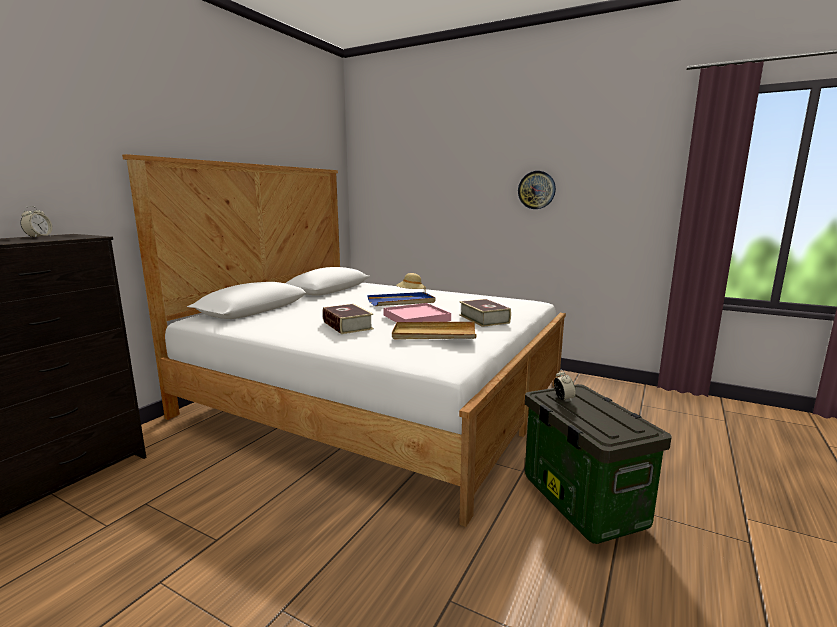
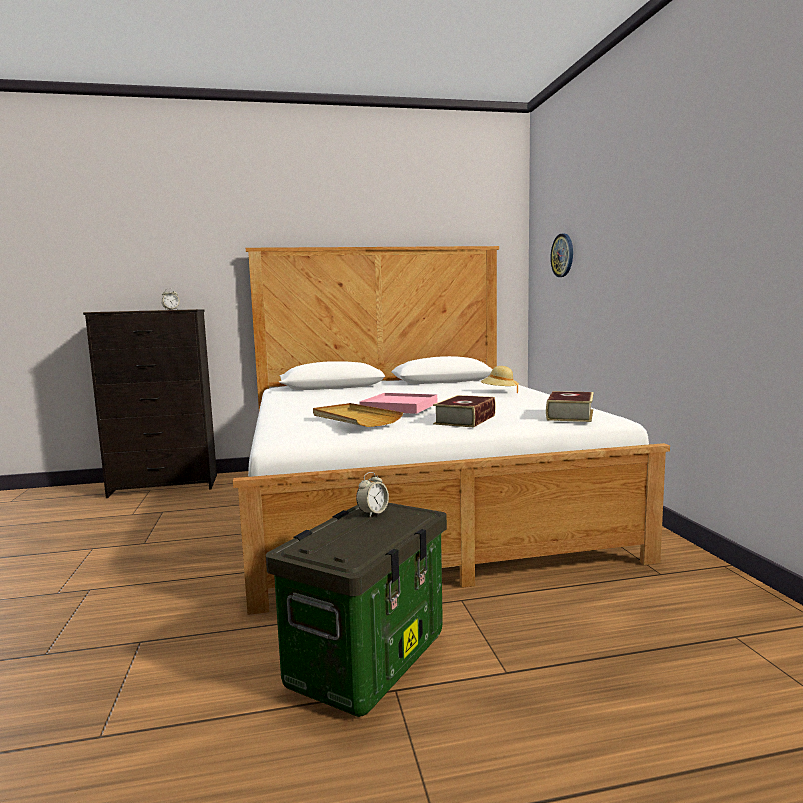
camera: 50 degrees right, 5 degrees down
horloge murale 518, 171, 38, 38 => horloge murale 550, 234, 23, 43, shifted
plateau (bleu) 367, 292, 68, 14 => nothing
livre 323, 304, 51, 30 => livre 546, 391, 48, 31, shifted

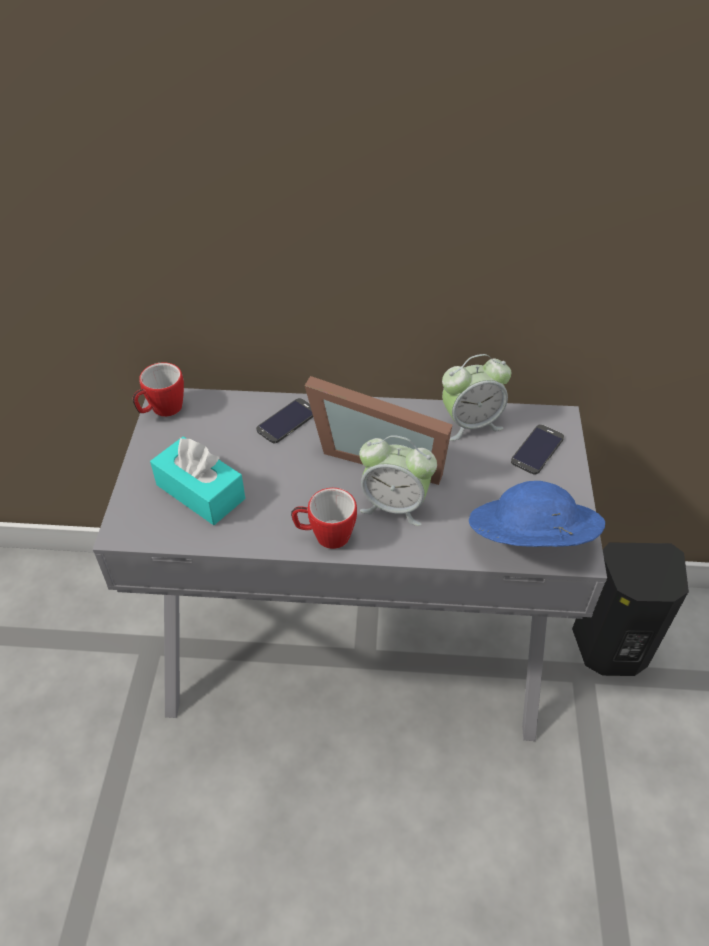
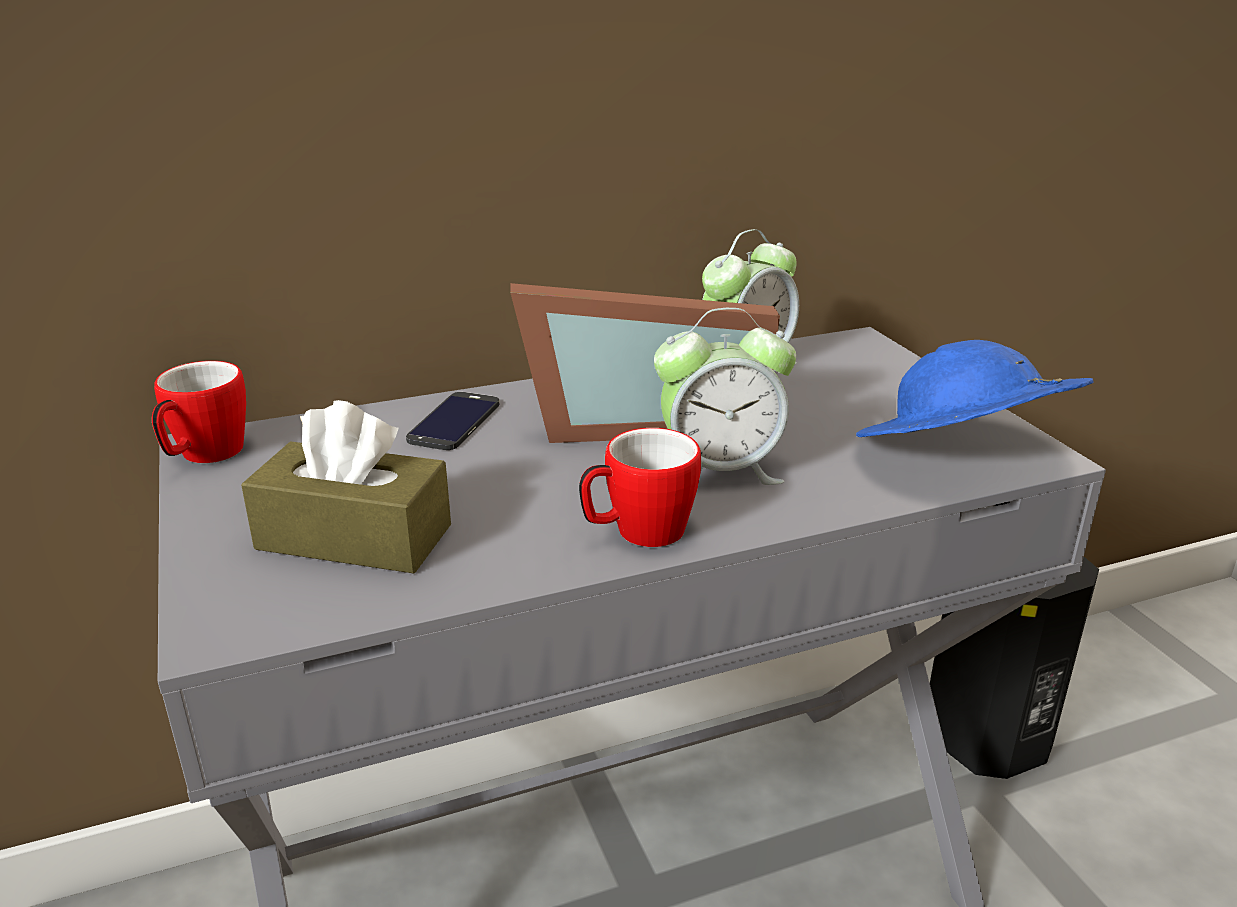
camera: 25 degrees left, 20 degrees down
téléphone 511, 424, 53, 51 => nothing
boîte à mouchoirs (turquoise) 150, 437, 95, 88 => boîte à mouchoirs (marron) 241, 400, 210, 174

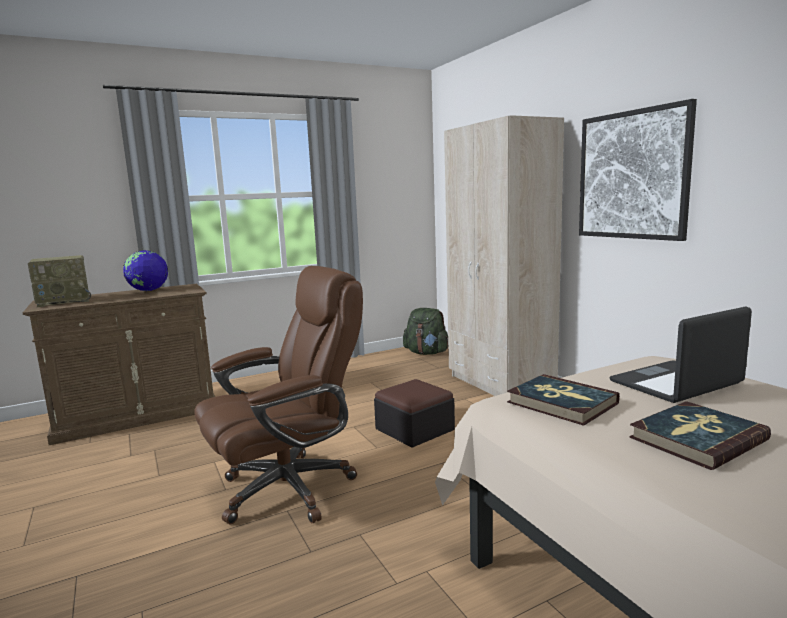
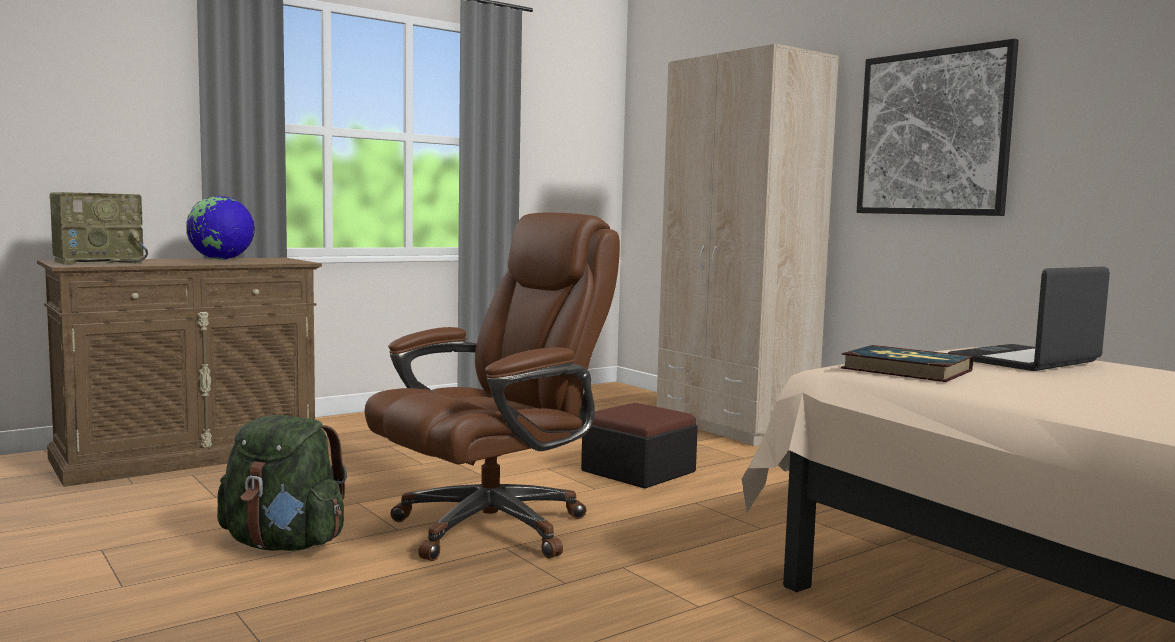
camera: 10 degrees left, 5 degrees down
sac à dos (vert) 403, 308, 45, 47 => sac à dos (vert) 217, 415, 130, 136, shifted
livre 630, 401, 141, 69 => nothing

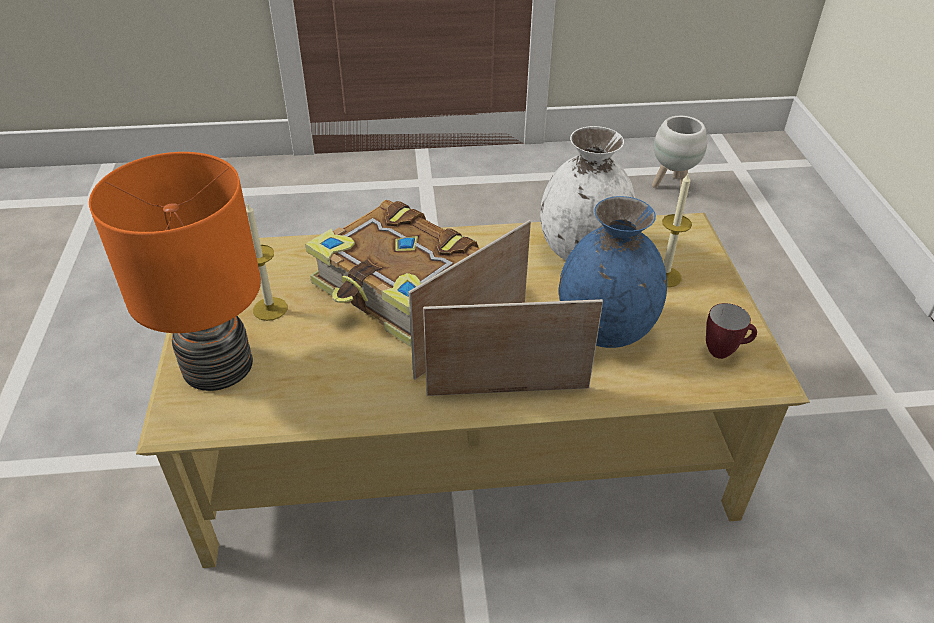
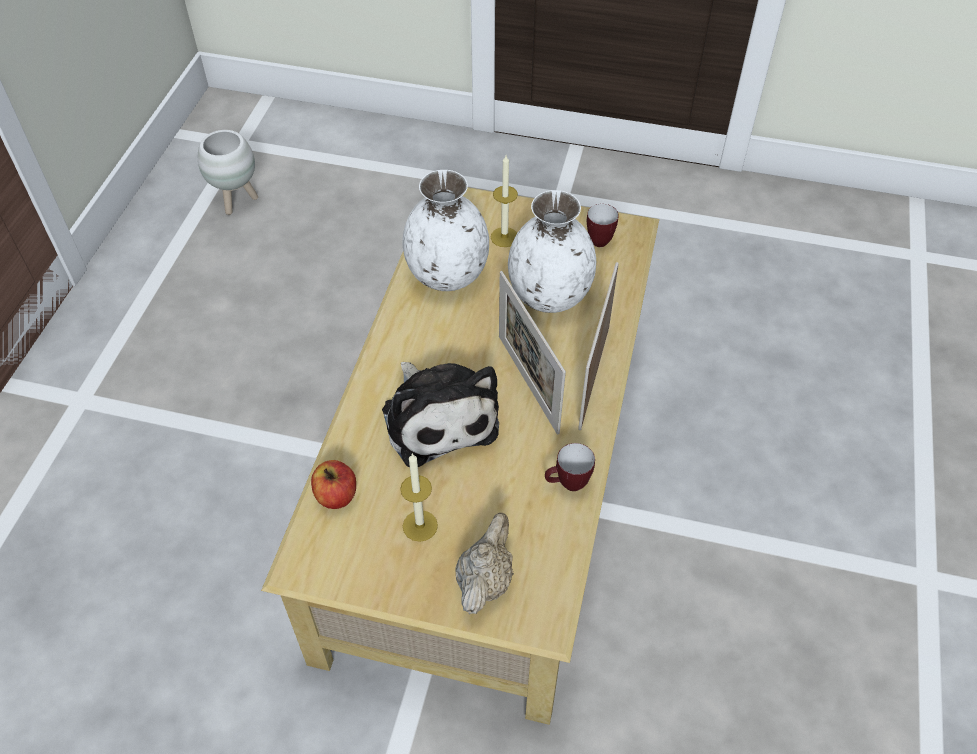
camera: 70 degrees left, 10 degrees up
lampe de table (orange) 89, 152, 172, 239 => théière (beige) 455, 513, 59, 101
vase (bleu) 559, 196, 108, 152 => vase (blanc) 508, 190, 88, 123
livre 305, 200, 174, 147 => peluche 382, 362, 117, 105
nothing => mug 545, 443, 50, 48
nothing => pomme 311, 460, 45, 49

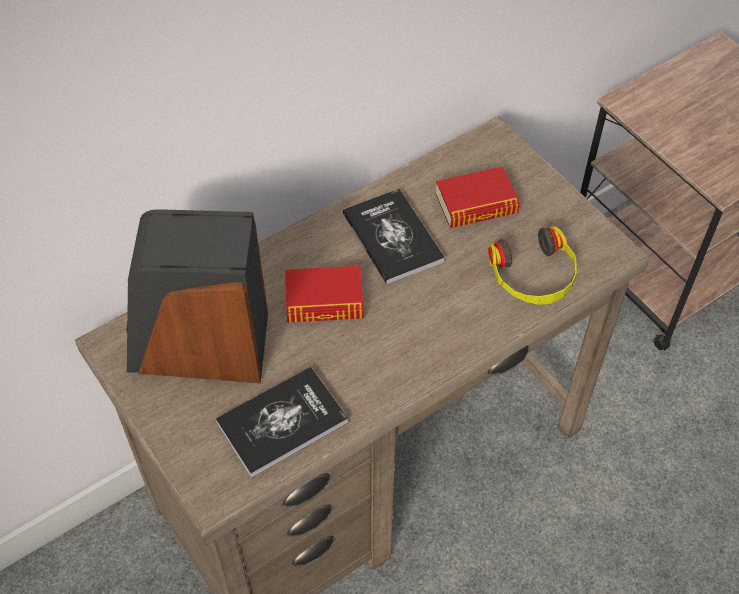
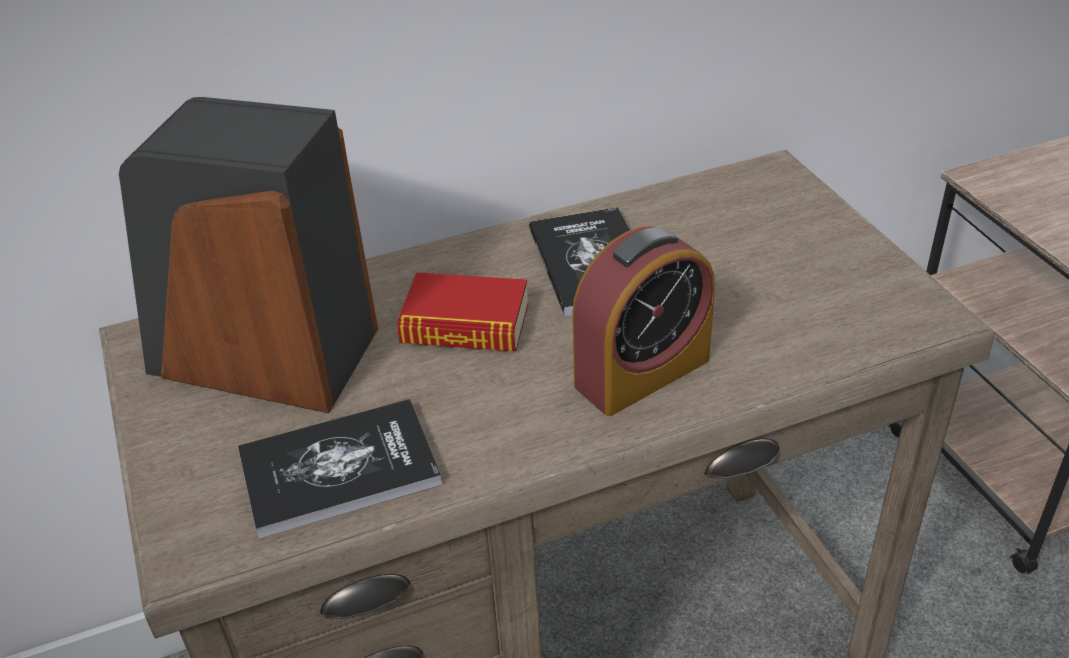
camera: 15 degrees right, 15 degrees down
livre 435, 166, 85, 62 => nothing
casque audio 488, 226, 89, 79 => nothing
nothing => réveil 572, 226, 143, 190

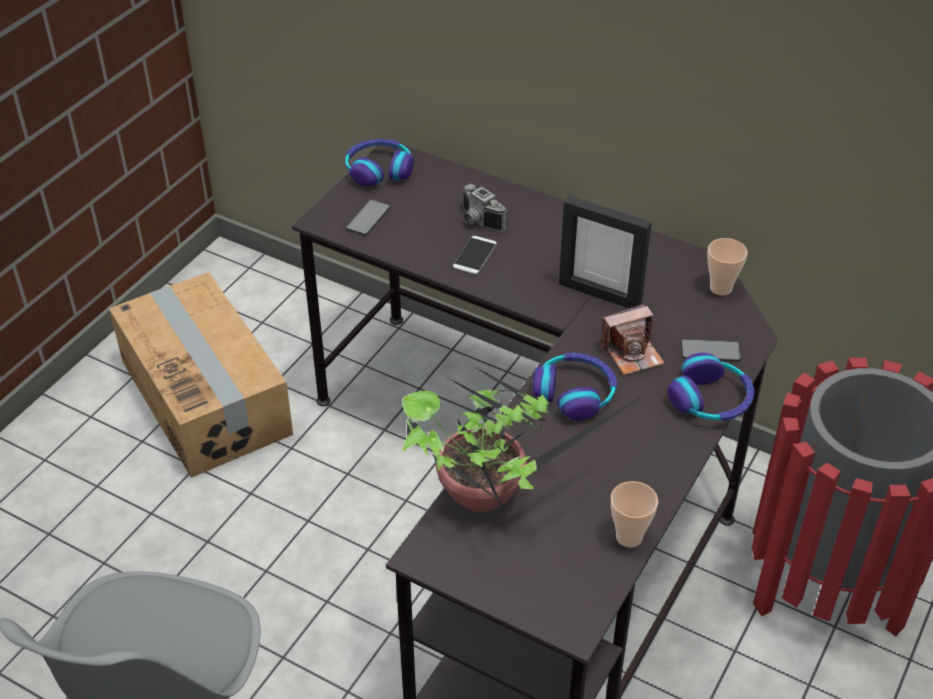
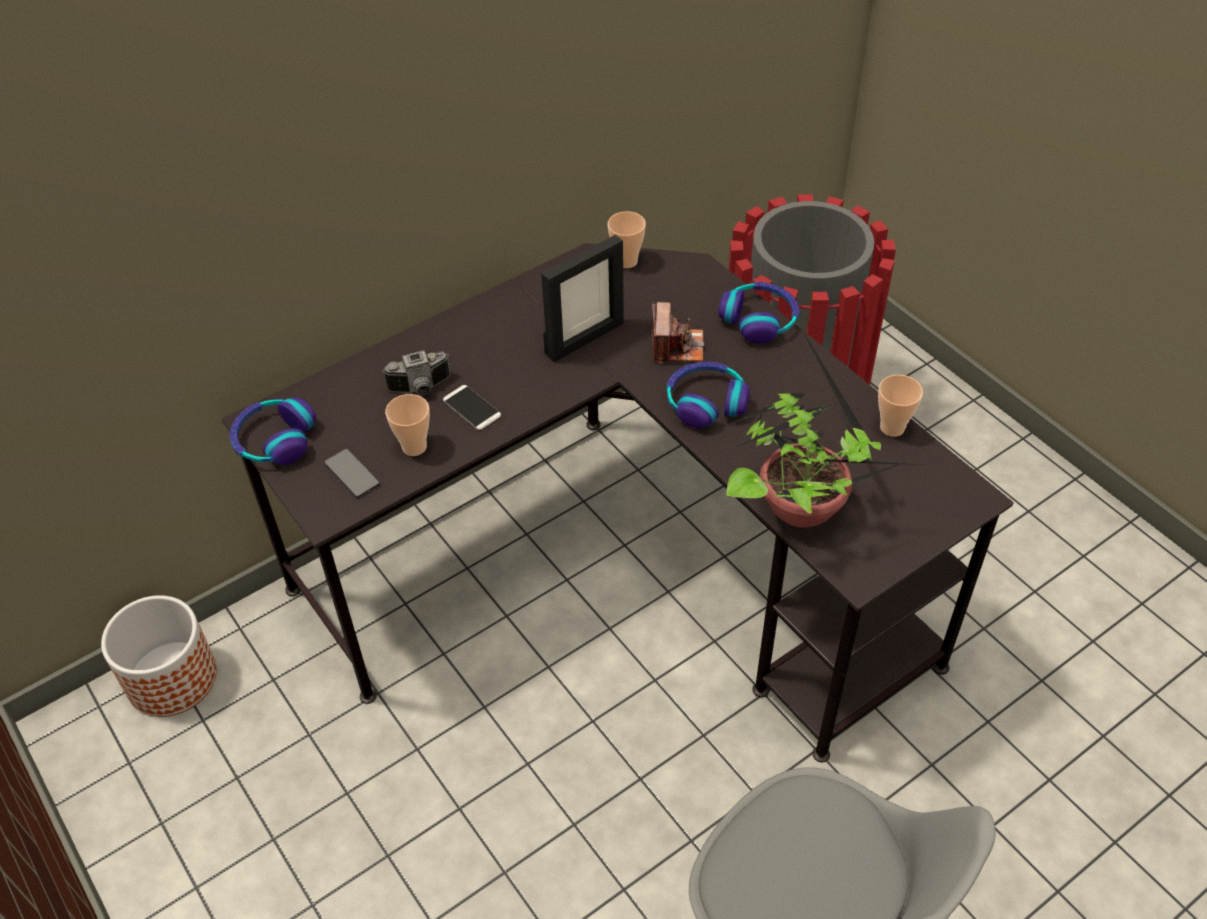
camera: 65 degrees left, 5 degrees up
carton 109, 272, 184, 206 => nothing
téléphone 681, 339, 60, 23 => nothing
nothing => tasse 385, 394, 45, 62
nothing => cache-pot 101, 595, 116, 122

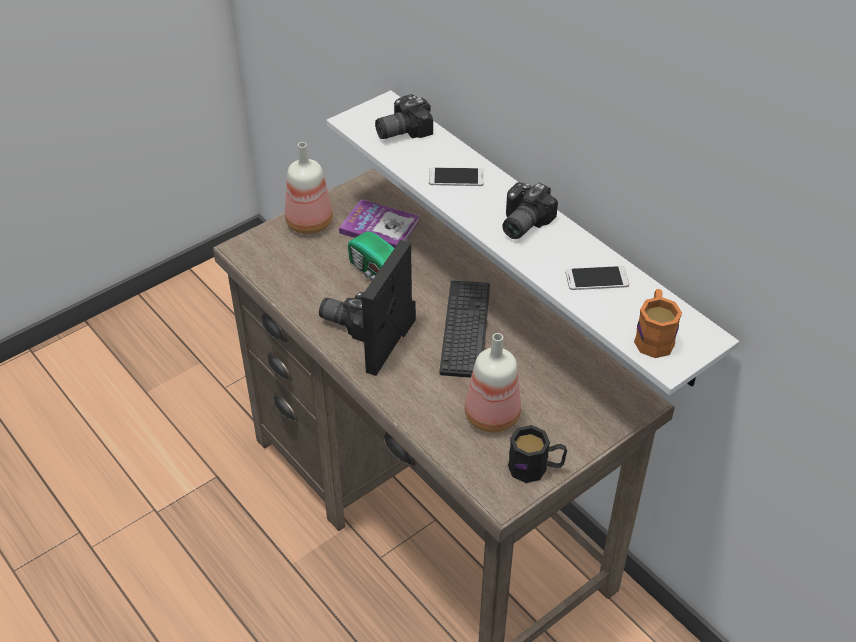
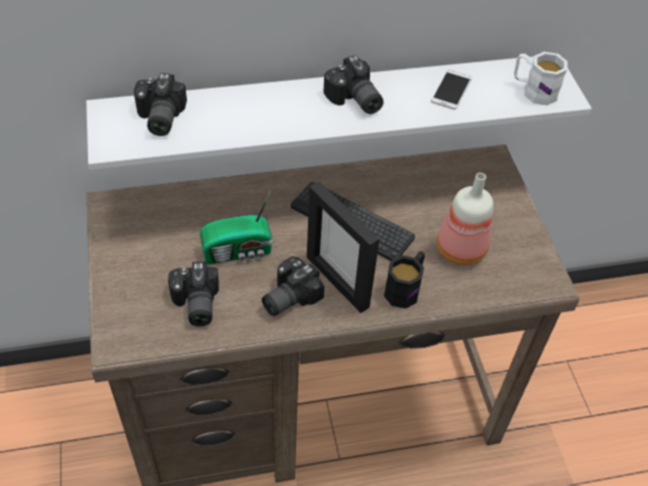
camera: 65 degrees left, 5 degrees up
bouteille 285, 142, 48, 92 => nothing
téléphone 429, 167, 55, 19 => nothing
livre 339, 199, 81, 49 => nothing
mug (orange) 634, 289, 48, 69 => mug (blanc) 514, 52, 54, 53
mug (noir) 508, 425, 59, 58 => mug (noir) 384, 251, 41, 58, shifted
nothing => appareil photo 168, 261, 51, 66

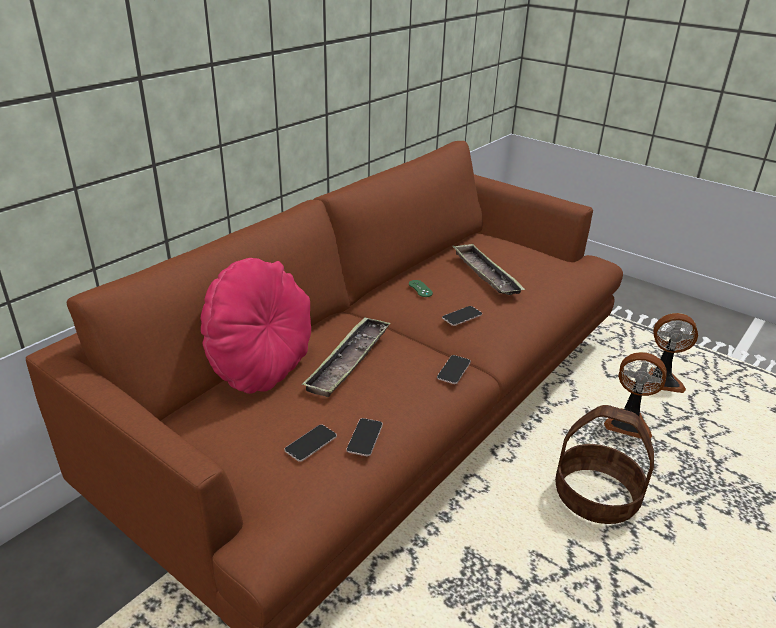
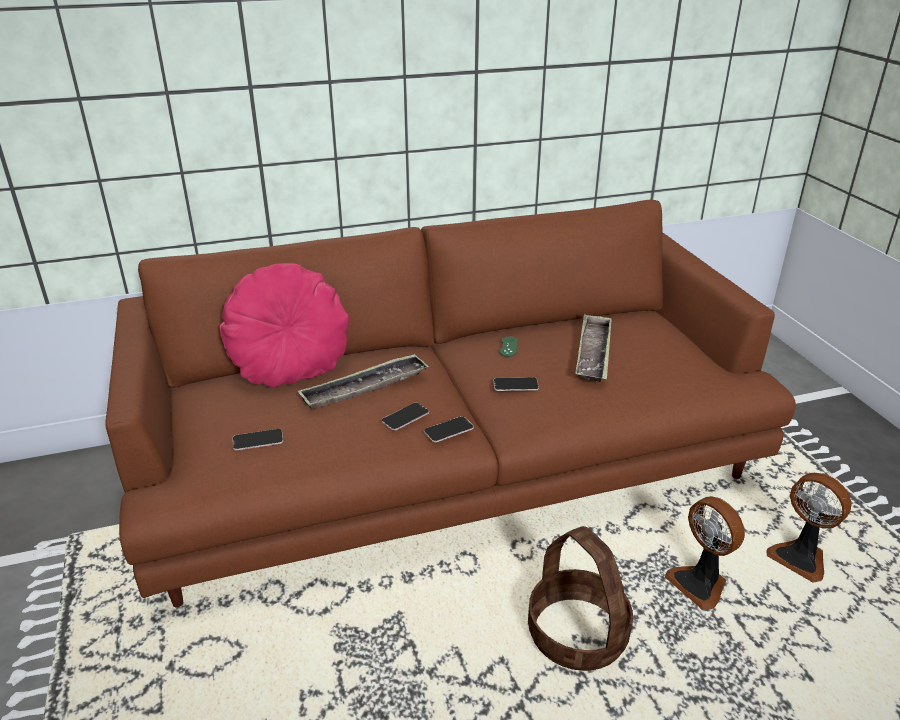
camera: 35 degrees right, 0 degrees up
téléphone 346, 418, 37, 38 => téléphone 381, 403, 48, 27, shifted

